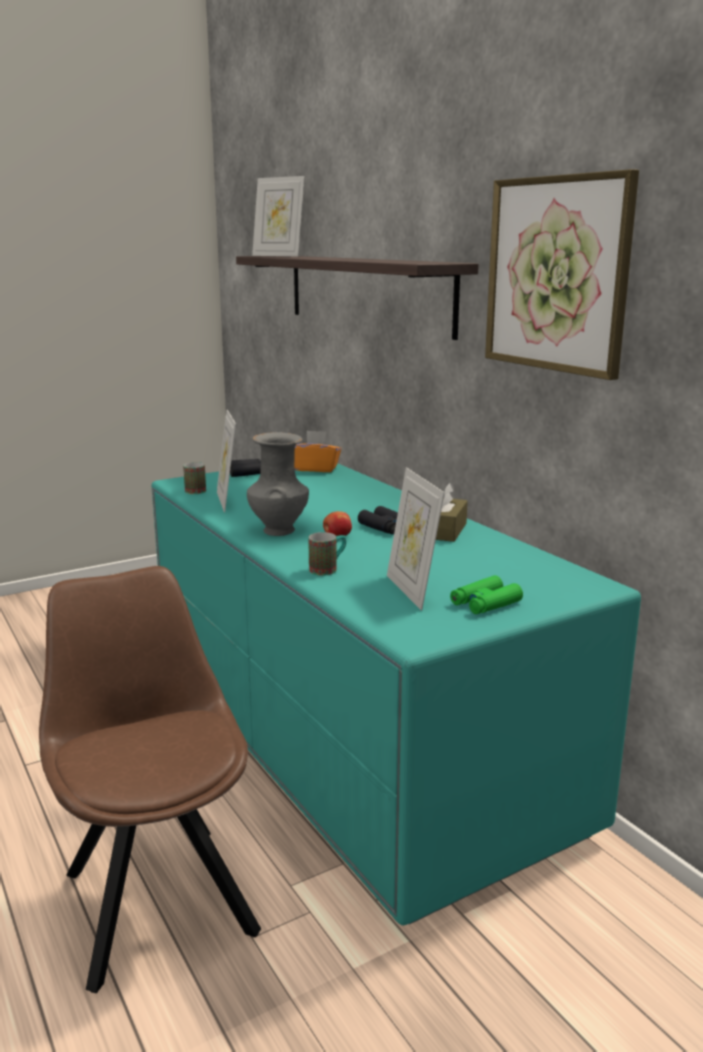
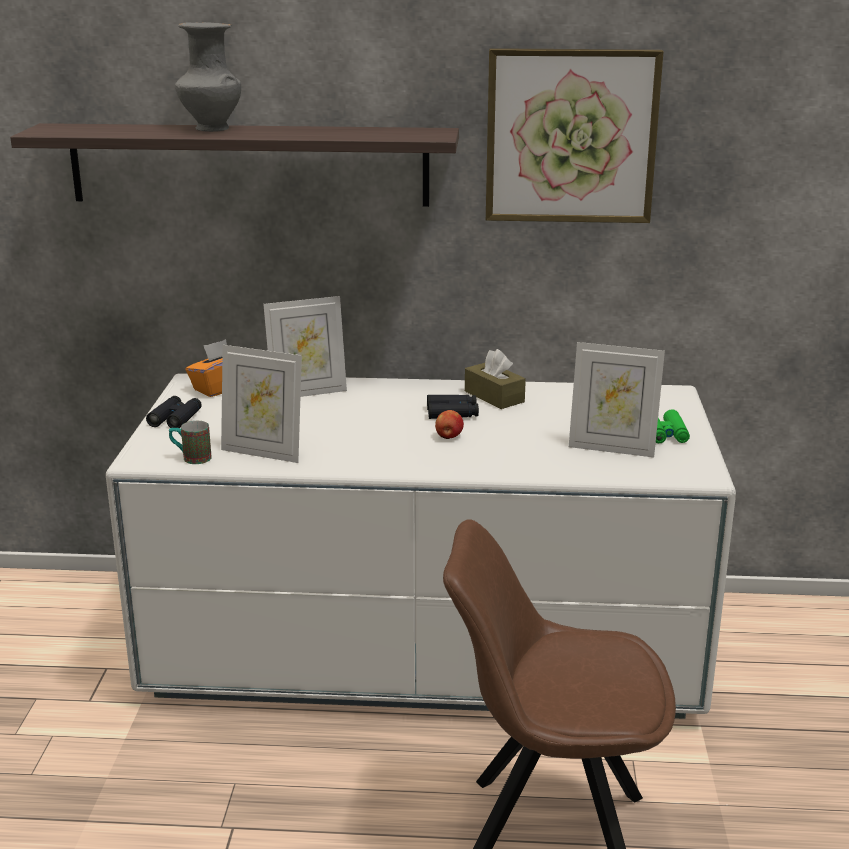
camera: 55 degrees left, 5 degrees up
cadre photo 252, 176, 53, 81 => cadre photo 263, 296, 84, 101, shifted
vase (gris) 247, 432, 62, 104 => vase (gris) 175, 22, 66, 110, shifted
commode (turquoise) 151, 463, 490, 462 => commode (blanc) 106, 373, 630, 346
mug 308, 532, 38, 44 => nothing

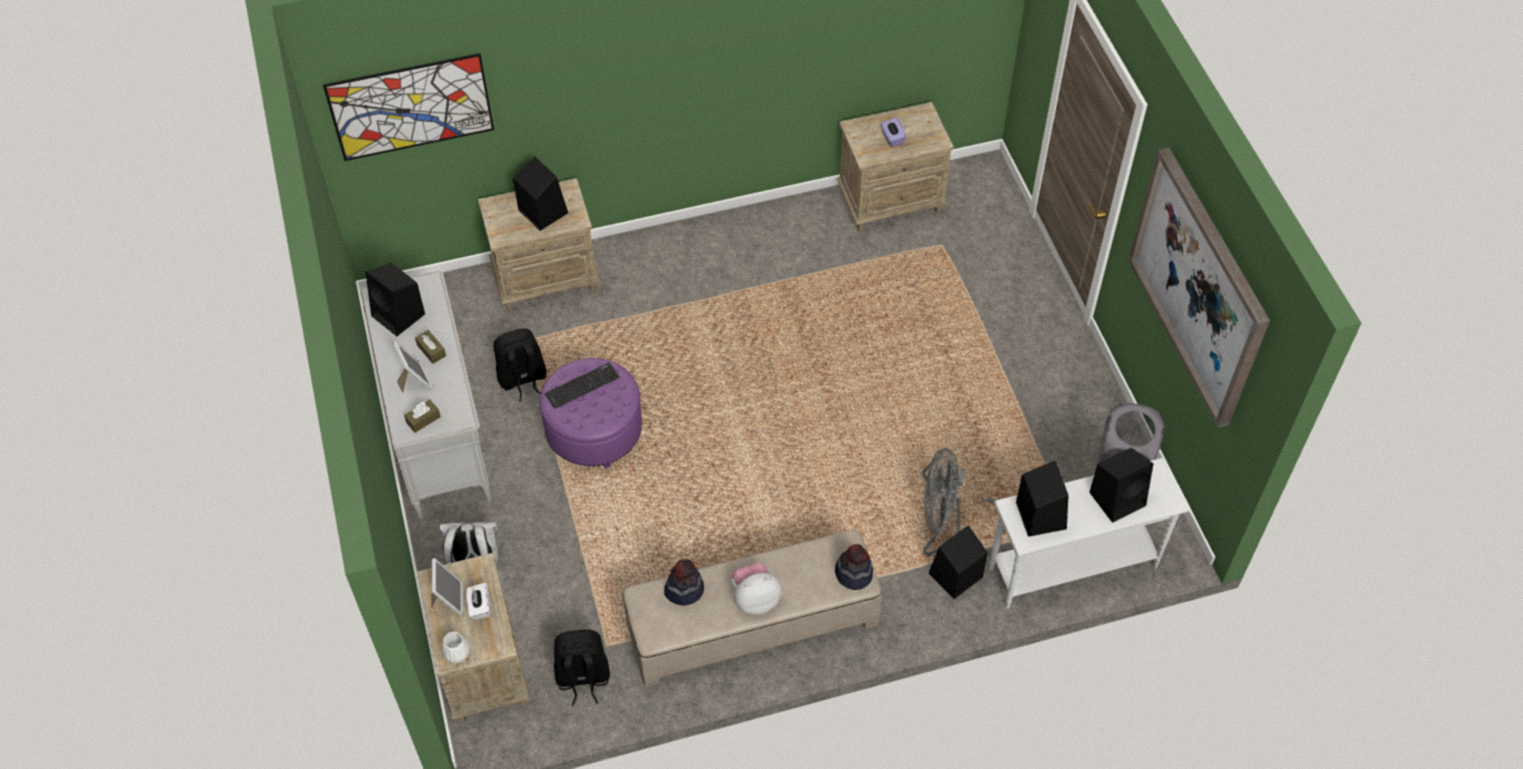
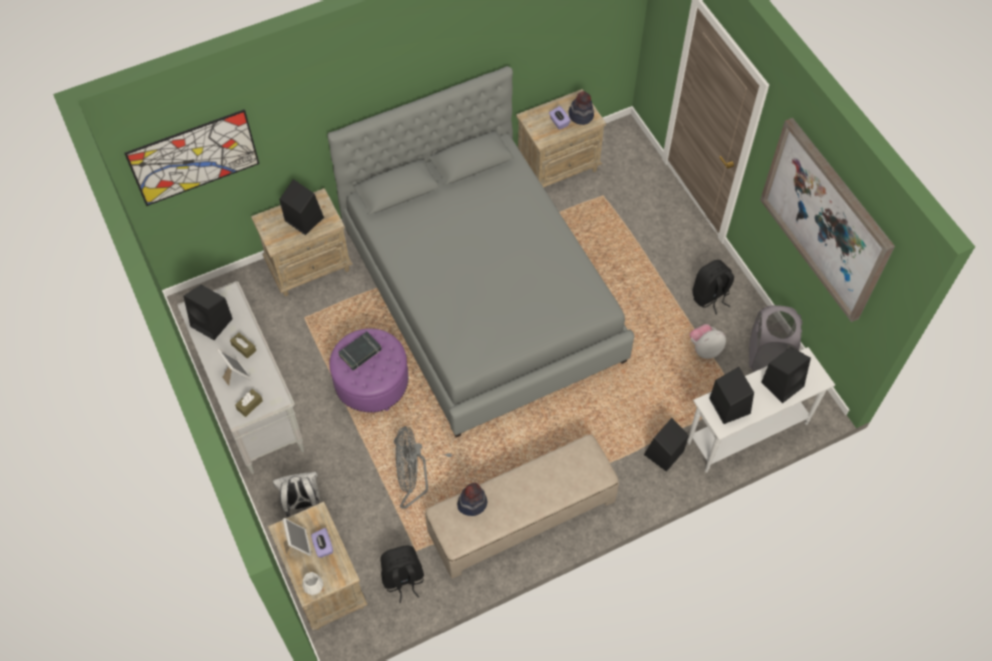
camera: 10 degrees left, 5 degrees up
sac à dos (noir) 493, 329, 53, 73 => sac à dos (noir) 692, 260, 42, 55, shifted
clavier 545, 362, 75, 47 => livre (noir) 338, 332, 44, 38
ventilateur (gris) 922, 448, 72, 109 => ventilateur (gris) 394, 426, 58, 83, shifted
chapeau 835, 544, 38, 46 => chapeau 568, 91, 26, 34, shifted
peluche 732, 563, 50, 52 => peluche 690, 324, 36, 35, shifted
boîte à mouchoirs (blanc) 466, 583, 24, 36 => boîte à mouchoirs (violet) 311, 528, 22, 30
nothing => lit (gris) 328, 66, 306, 371

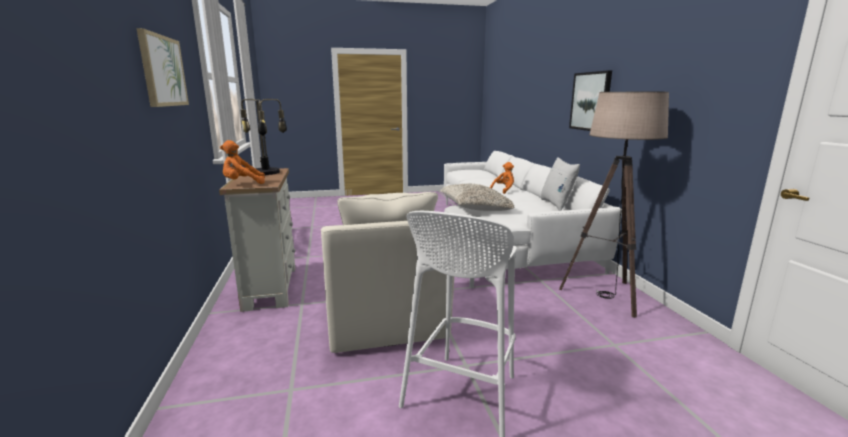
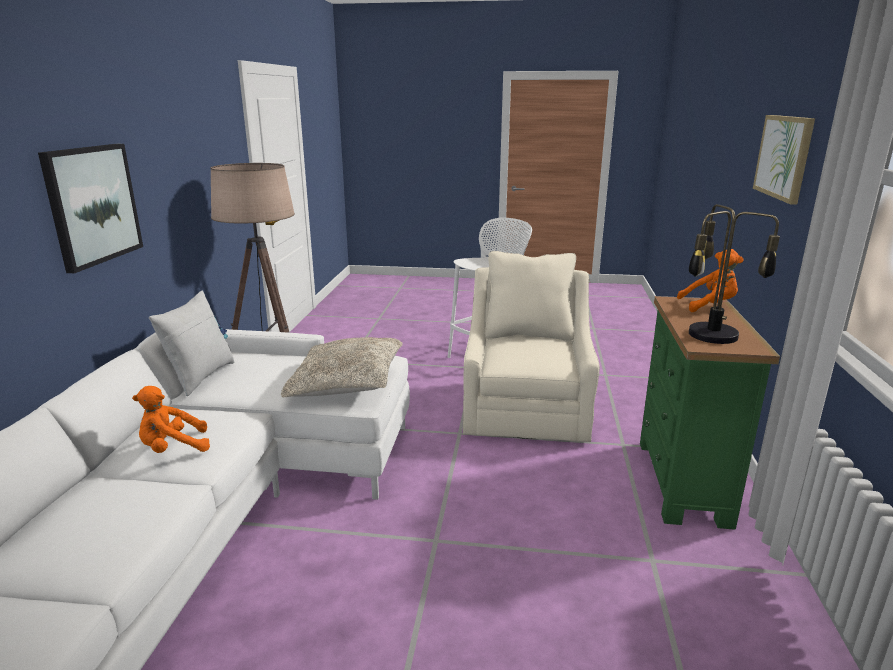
camera: 160 degrees left, 5 degrees up
commode (blanc) 219, 168, 76, 144 => commode (vert) 640, 296, 140, 234

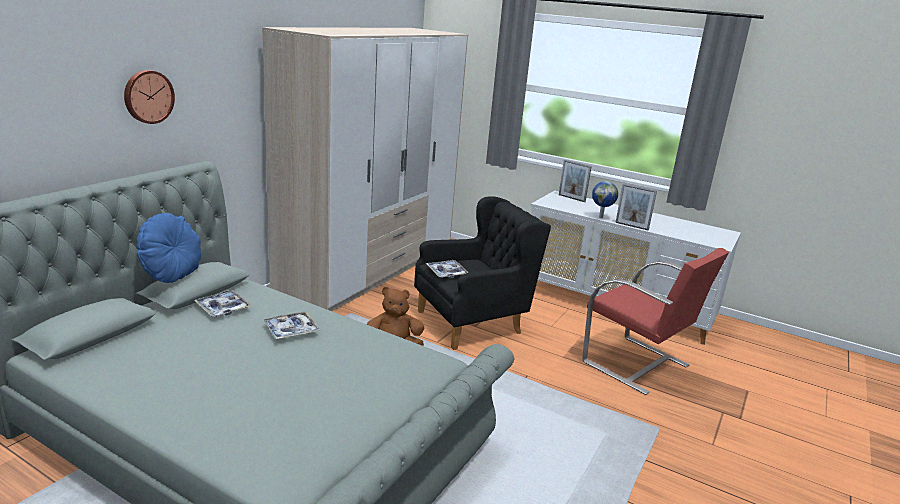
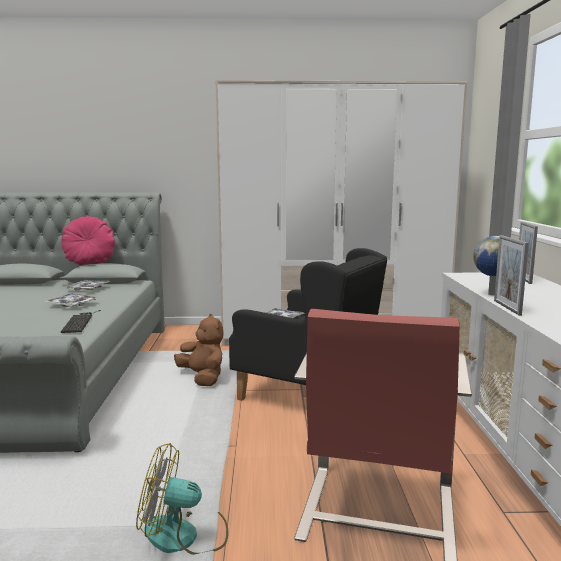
camera: 60 degrees right, 10 degrees down
horloge murale 124, 70, 51, 54 => nothing
coussin (bleu) 136, 213, 65, 70 => coussin (rose) 61, 216, 54, 49
nothing => clavier 61, 310, 40, 23
nothing => ventilateur 136, 443, 93, 112

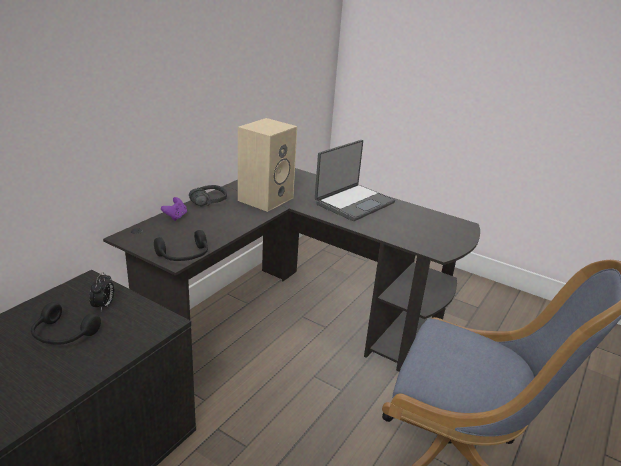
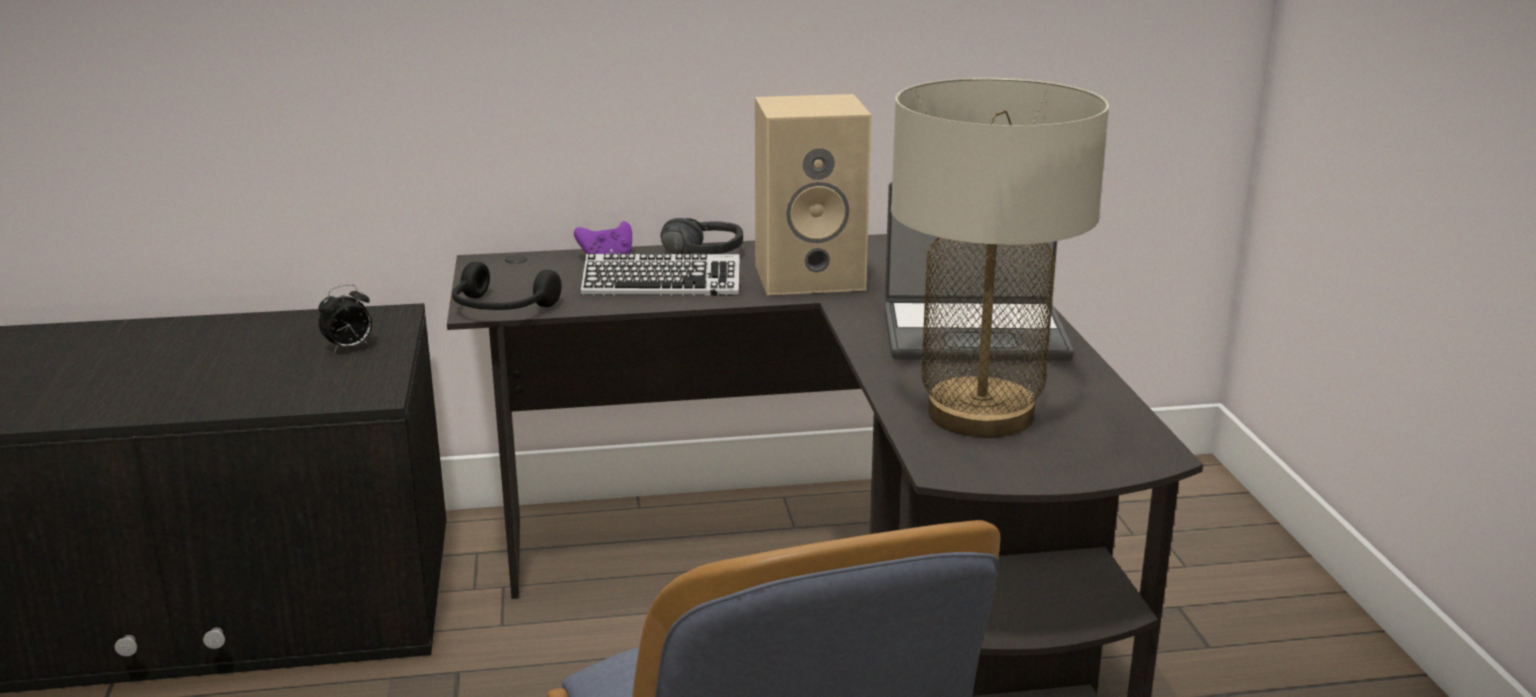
camera: 50 degrees right, 5 degrees down
casque audio (noir) 31, 302, 70, 43 => nothing
nothing => lampe de table 891, 78, 219, 360
nothing => clavier 581, 254, 159, 42

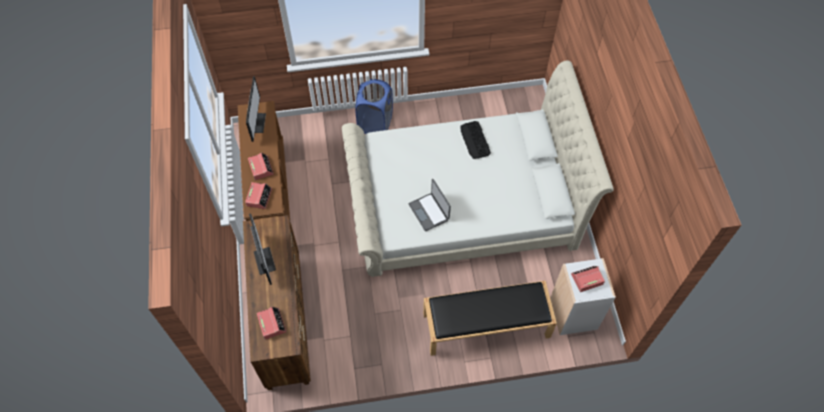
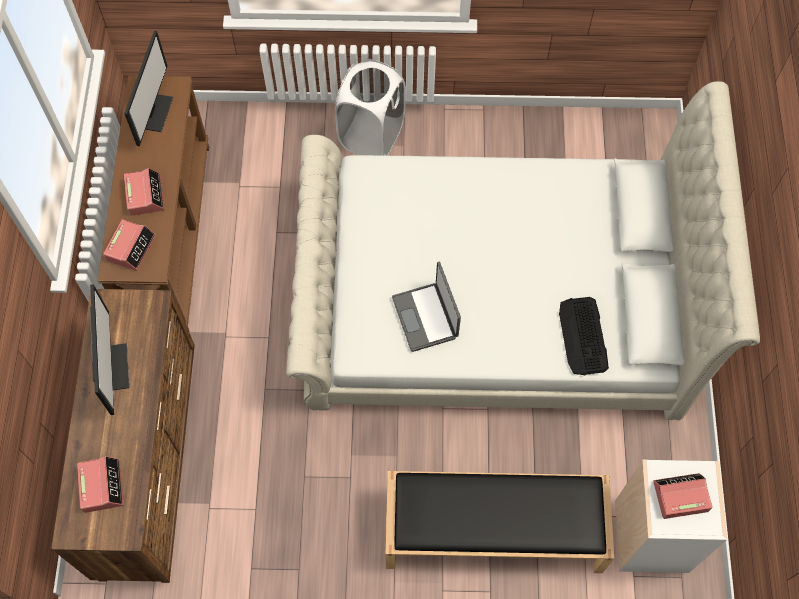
camera: 10 degrees right, 5 degrees up
panier à linge (bleu) 355, 79, 38, 55 => panier à linge (blanc) 335, 59, 71, 97
clavier 461, 121, 30, 38 => clavier 559, 297, 50, 78, shifted

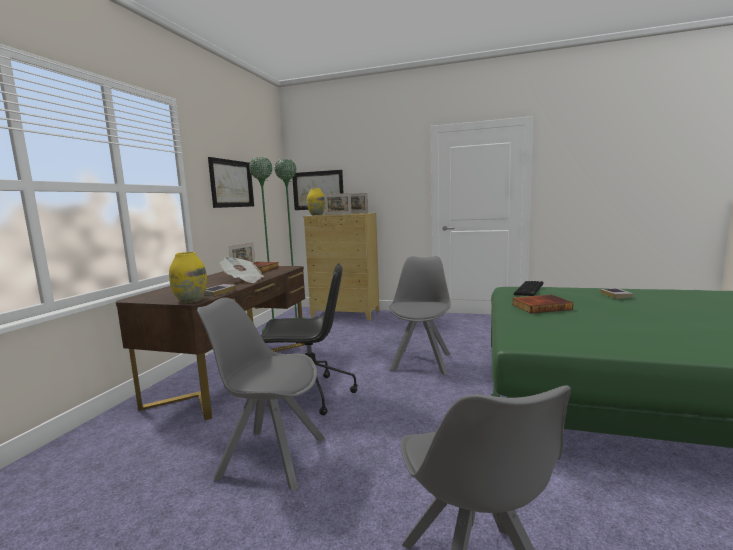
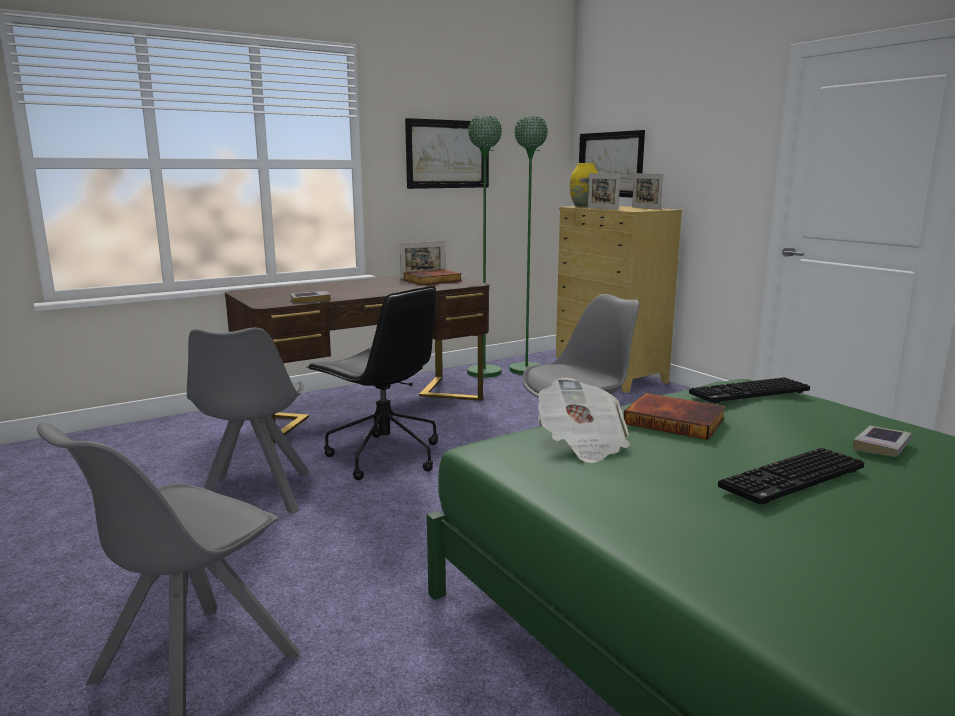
camera: 40 degrees right, 5 degrees up
vase (jaune) 169, 252, 38, 51 => nothing
journal 220, 257, 44, 26 => journal 538, 377, 92, 86, shifted
chaise (gris) 197, 298, 129, 193 => chaise (gris) 187, 328, 123, 186, 150 degrees counterclockwise
nothing => clavier 718, 448, 146, 57

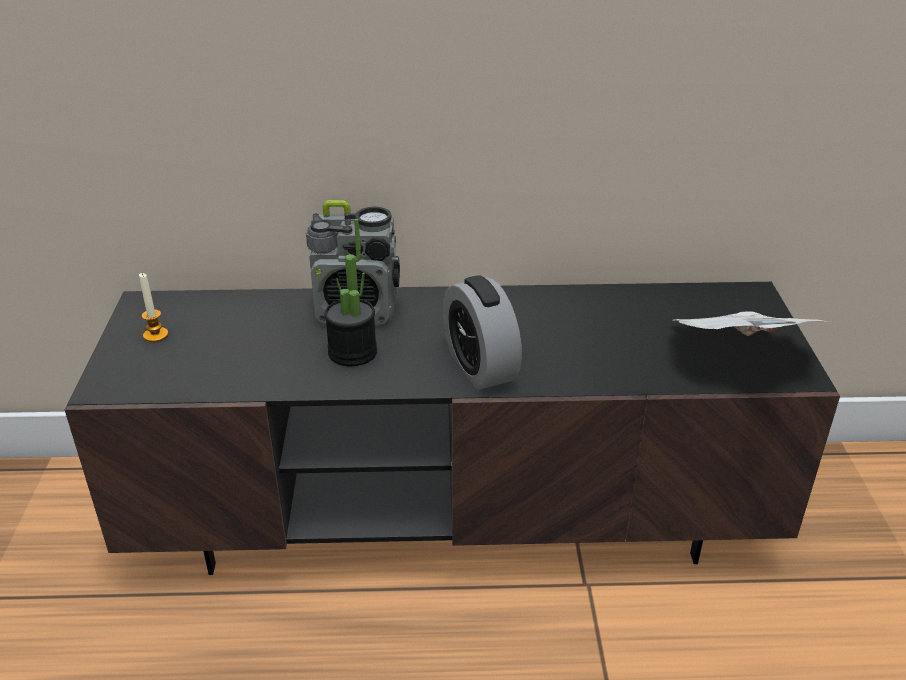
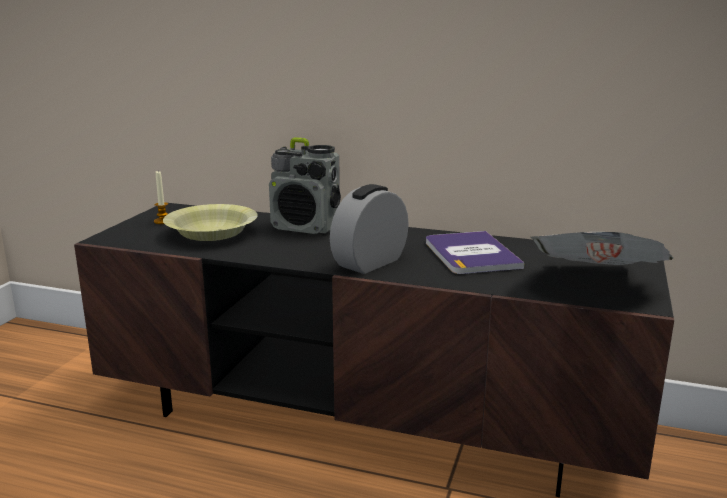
camera: 20 degrees right, 15 degrees down
plante en pot 324, 219, 53, 147 => nothing
réveil 443, 275, 79, 115 => réveil 330, 184, 79, 90, 45 degrees clockwise
nothing => bol (jaune) 163, 204, 95, 37
nothing => livre 426, 231, 98, 43

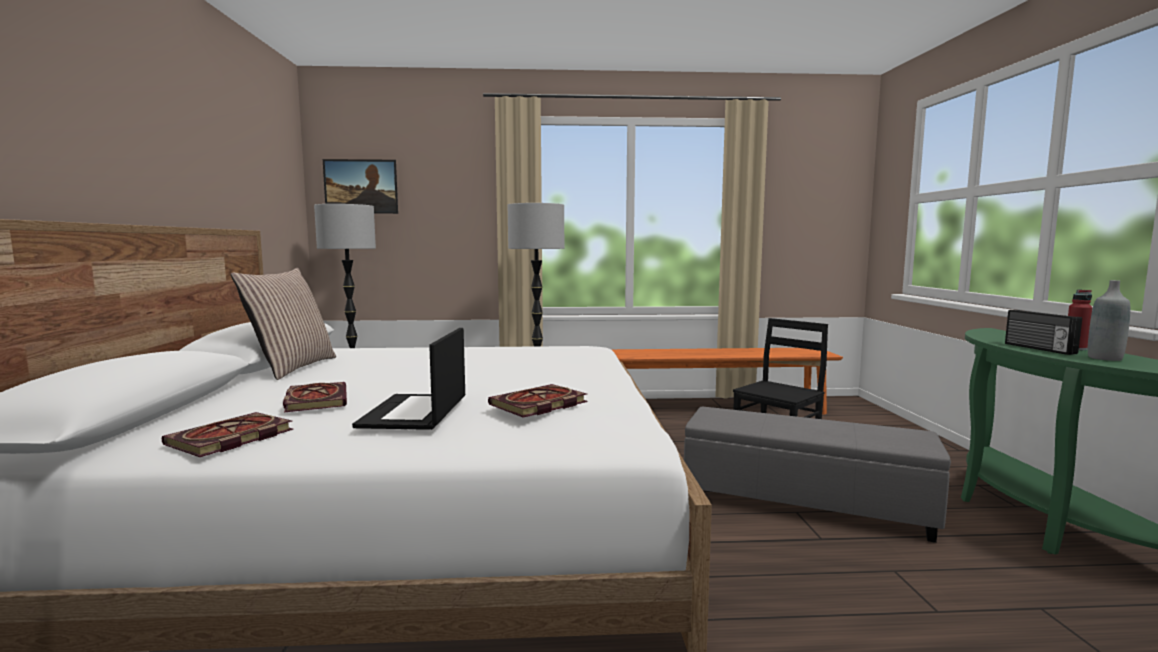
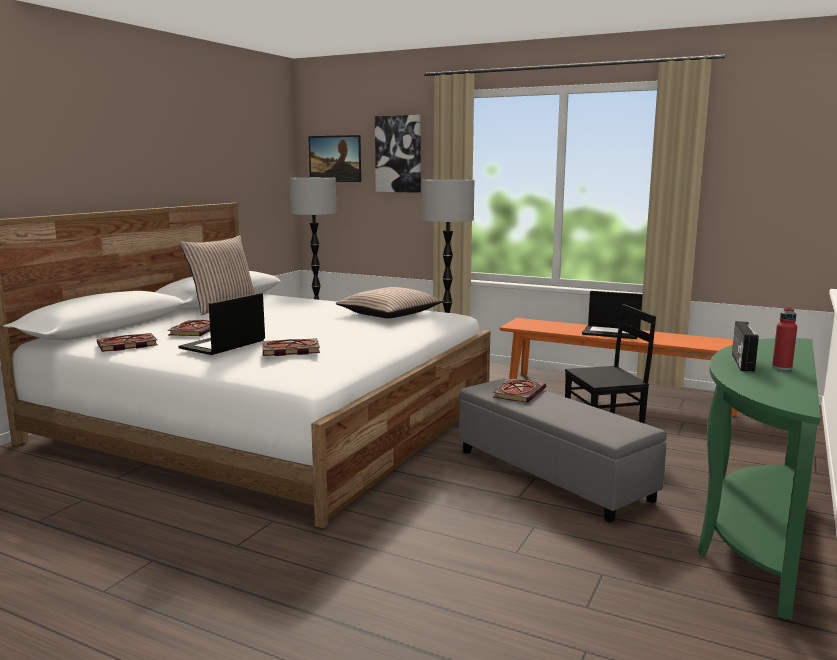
camera: 30 degrees right, 5 degrees up
bouteille (gris) 1088, 280, 43, 81 => nothing
nothing => tableau 375, 115, 46, 78
nothing => coussin 336, 287, 108, 31
nothing => ordinateur portable 582, 291, 61, 48
nothing => livre 493, 378, 53, 25

